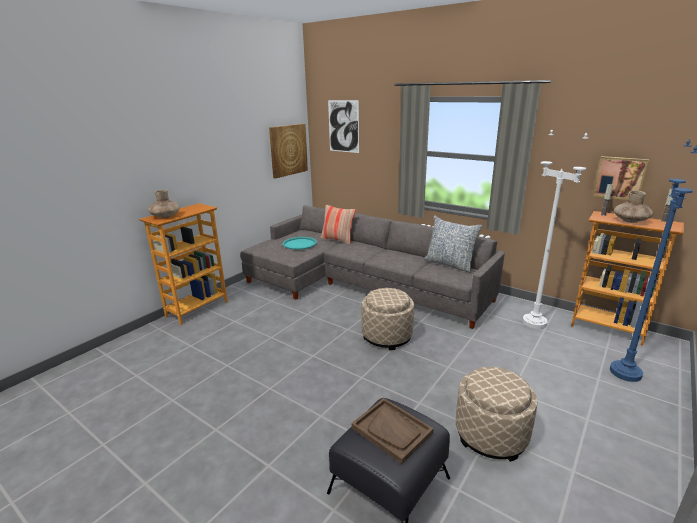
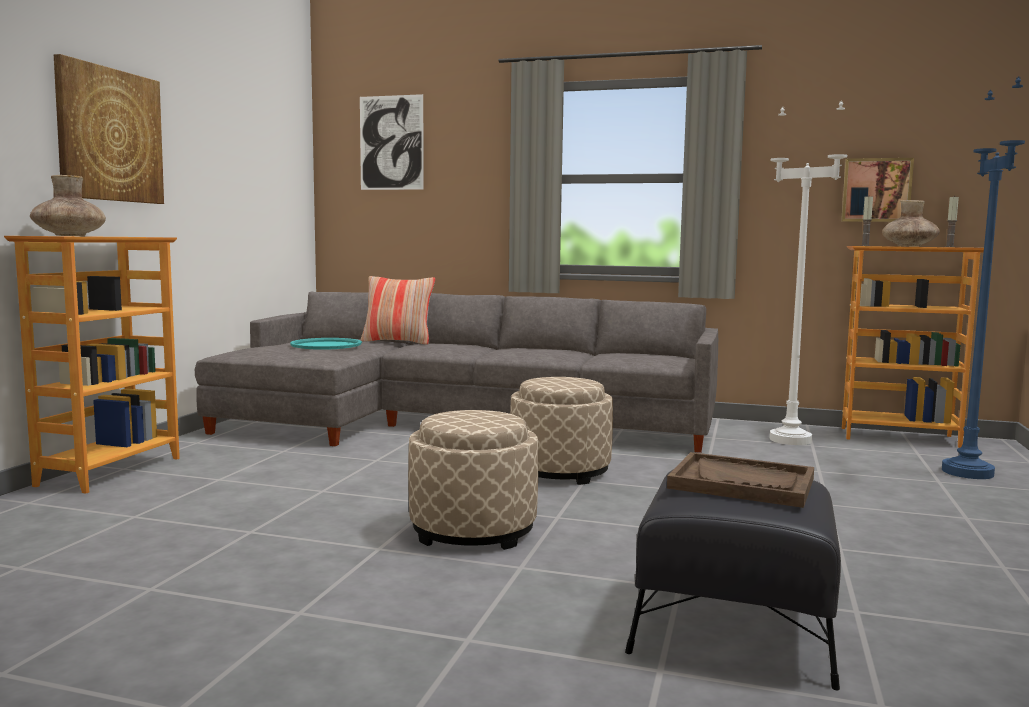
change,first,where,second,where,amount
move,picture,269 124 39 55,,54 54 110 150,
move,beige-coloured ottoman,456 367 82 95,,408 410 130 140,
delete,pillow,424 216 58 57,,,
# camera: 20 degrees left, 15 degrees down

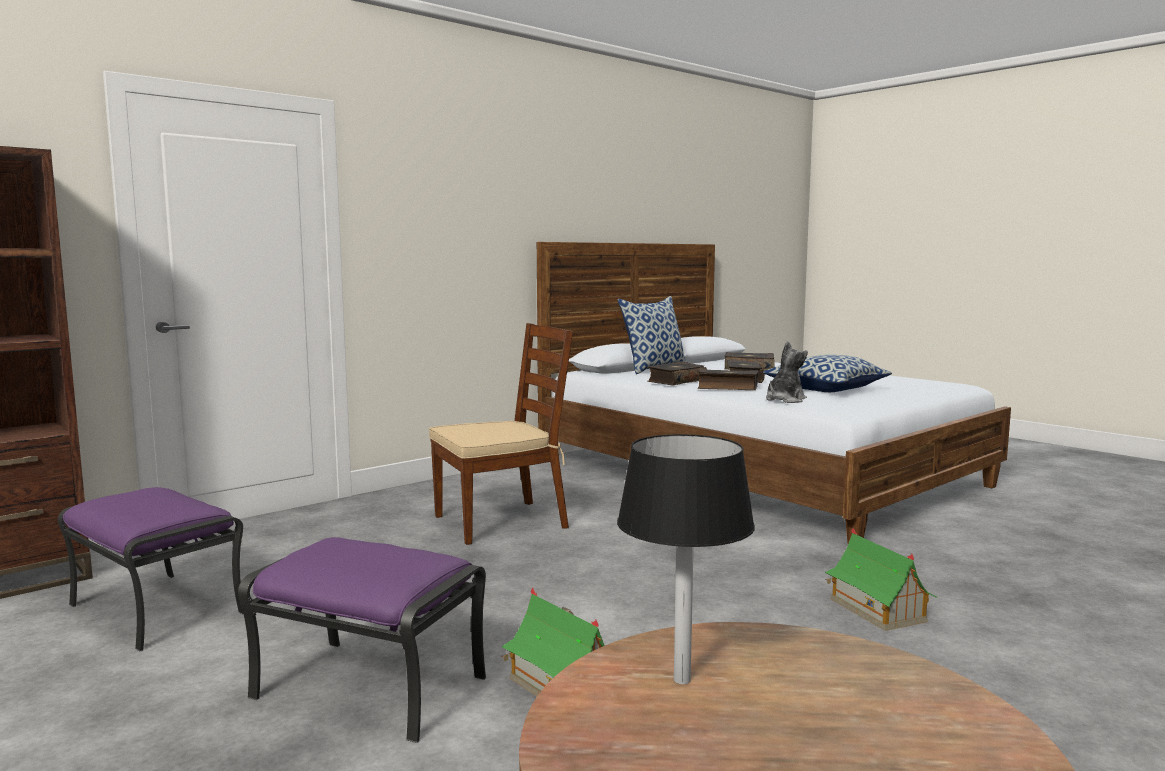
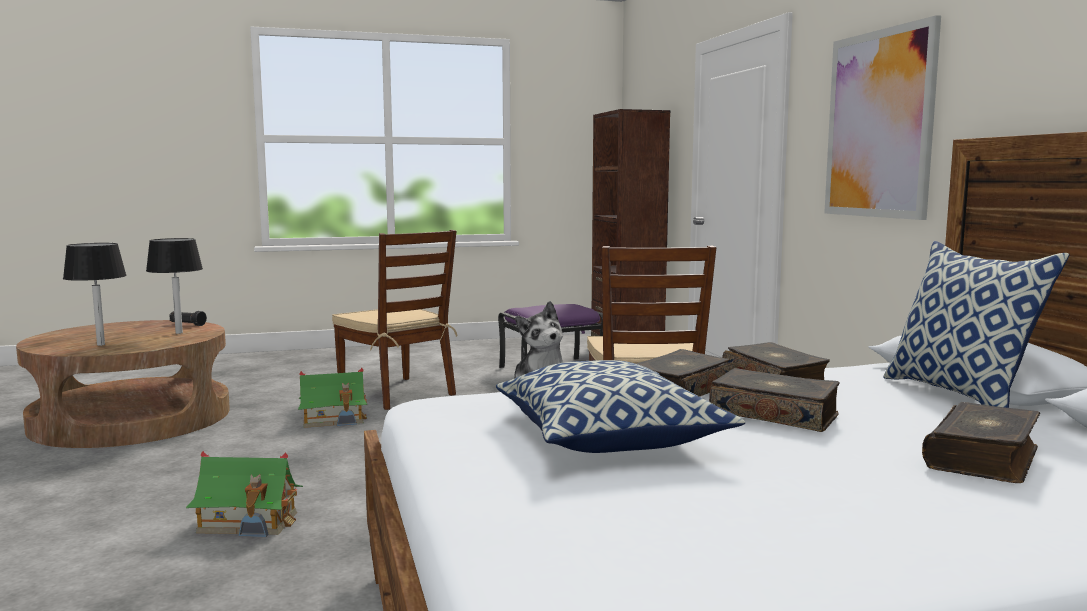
change,first,where,second,where,amount
insert,,,black-coloured tabletop lamp,63 243 64 103,
insert,,,black-coloured hand torch,169 311 38 15,
replace,purple-coloured ottoman,238 537 248 206,brown-coloured chair,332 230 126 180,
insert,,,picture,824 15 117 205,
# camera: 115 degrees right, 0 degrees up

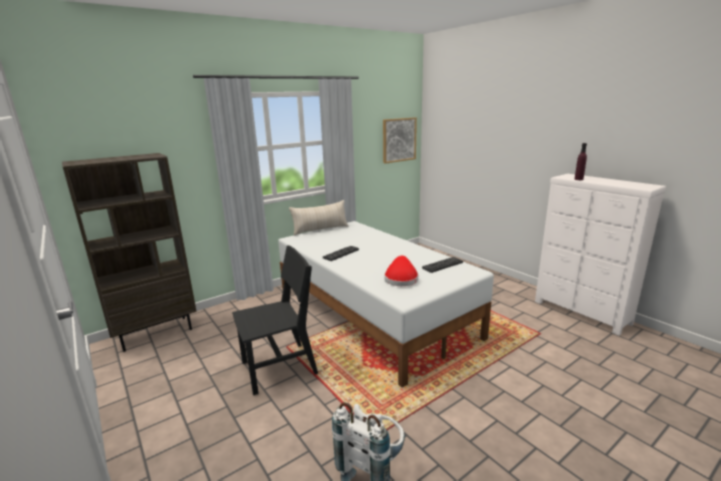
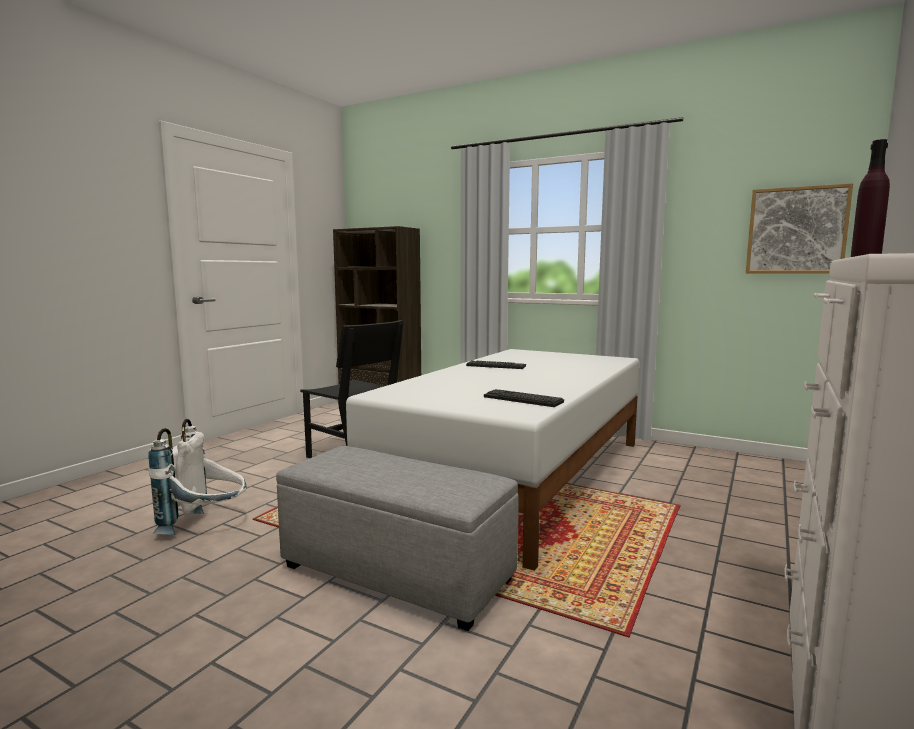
change,first,where,second,where,amount
insert,,,gray ottoman,276 446 243 185,
delete,beige-coloured pillow,289 200 59 35,,,
delete,red wearable hat,384 256 34 30,,,
# camera: 65 degrees right, 10 degrees down

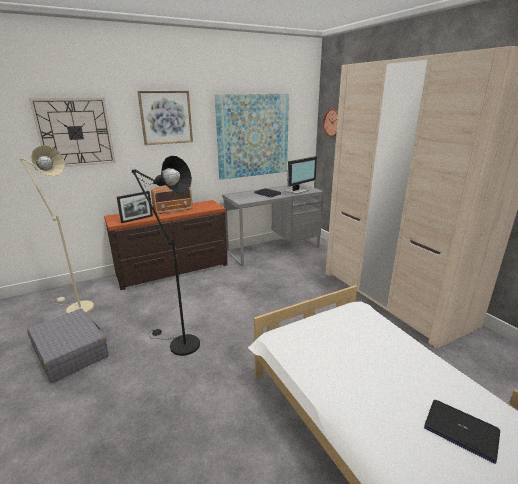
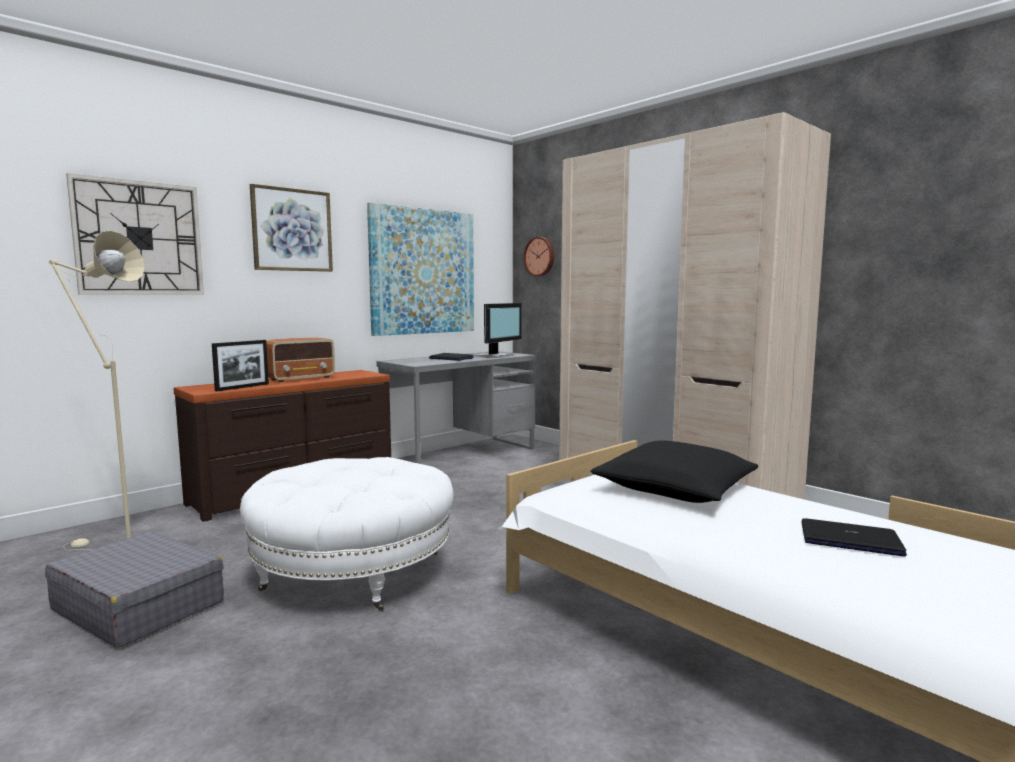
change,first,where,second,where,amount
replace,black-coloured standing lamp,132 156 68 200,whitish ottoman,240 457 214 154,
insert,,,black-coloured pillow,591 440 167 63,
# camera: 15 degrees left, 15 degrees down

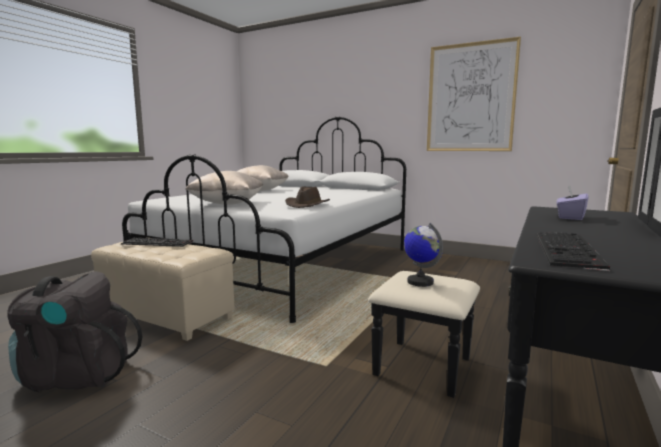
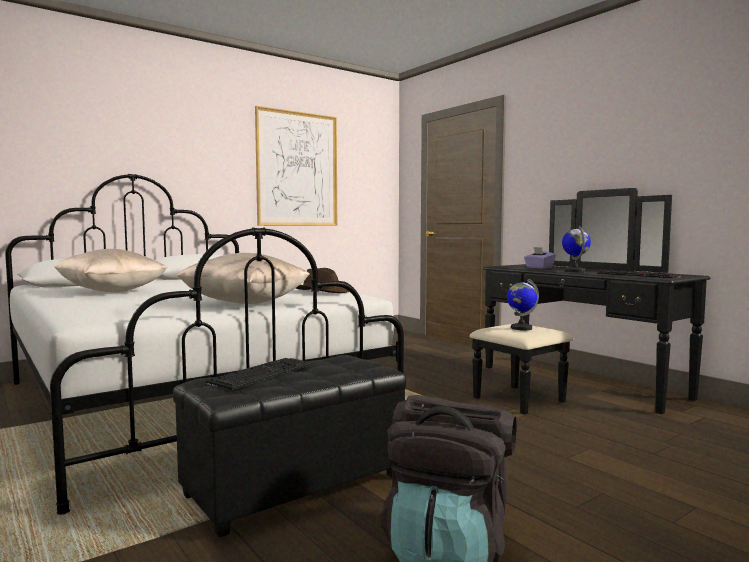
change,first,where,second,where,amount
recolor,beige-coloured ottoman,91 242 144 99,black-coloured ottoman,173 355 233 182,
insert,,,world globe,562 225 29 47,
# camera: 65 degrees left, 5 degrees down

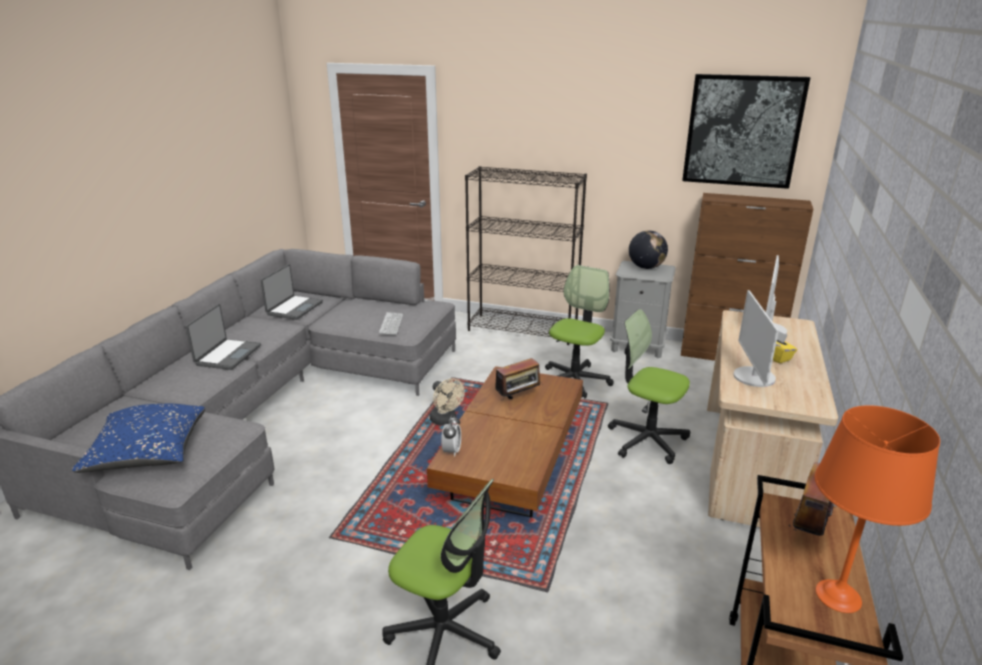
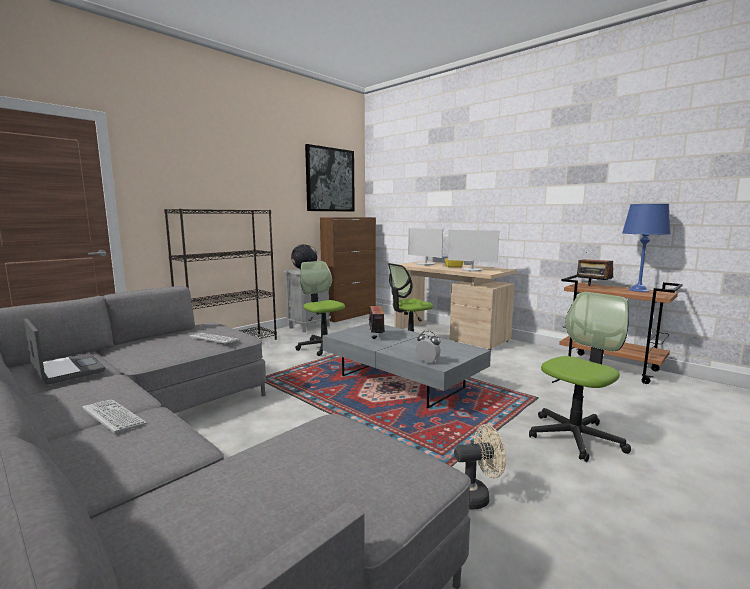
change,first,where,second,where,amount
replace,laptop,186 304 75 66,computer keyboard,83 400 64 34,
recolor,brown-coloured coffee table,427 366 156 151,gray coffee table,323 323 168 85,
move,beige-coloured fan,430 378 35 47,,454 424 52 86,
recolor,orange-coloured tabletop lamp,815 405 125 208,blue-coloured tabletop lamp,622 204 49 88,
delete,blue-coloured pillow,72 403 133 70,,,
# camera: 65 degrees left, 15 degrees down

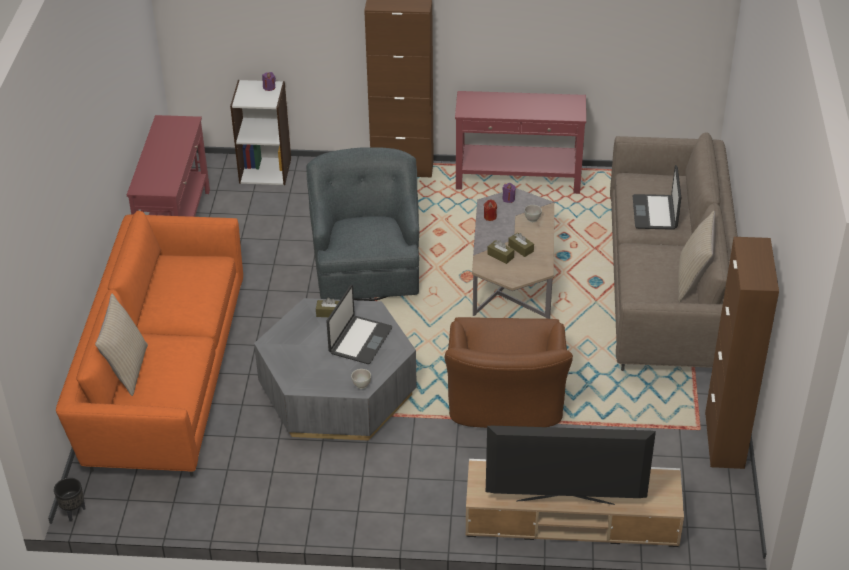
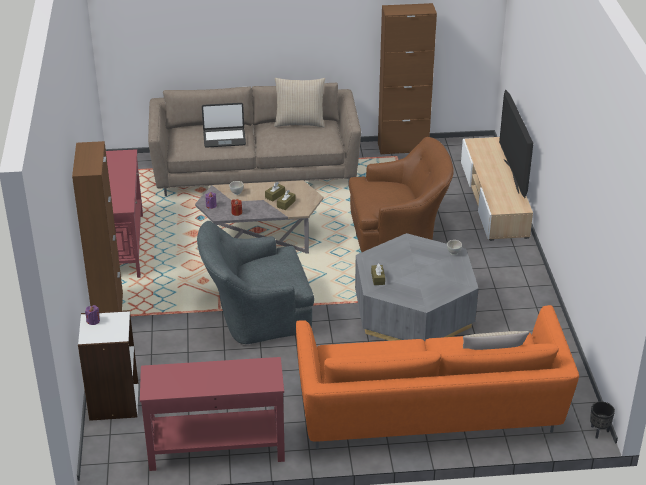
change,first,where,second,where,amount
delete,laptop,327 285 65 79,,,
# camera: 100 degrees left, 5 degrees down

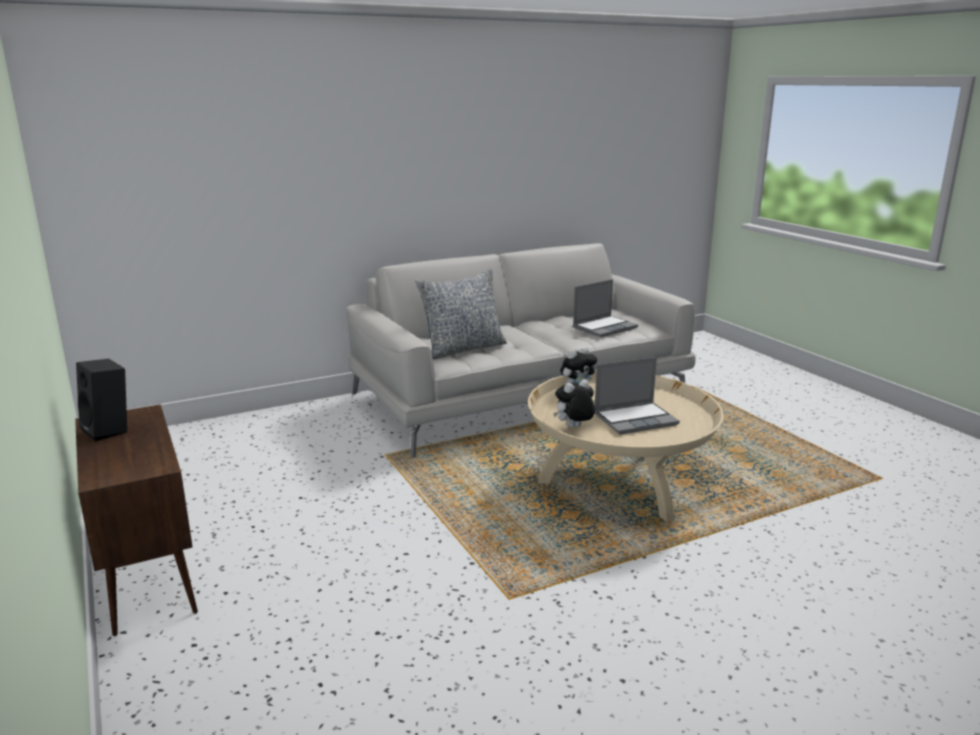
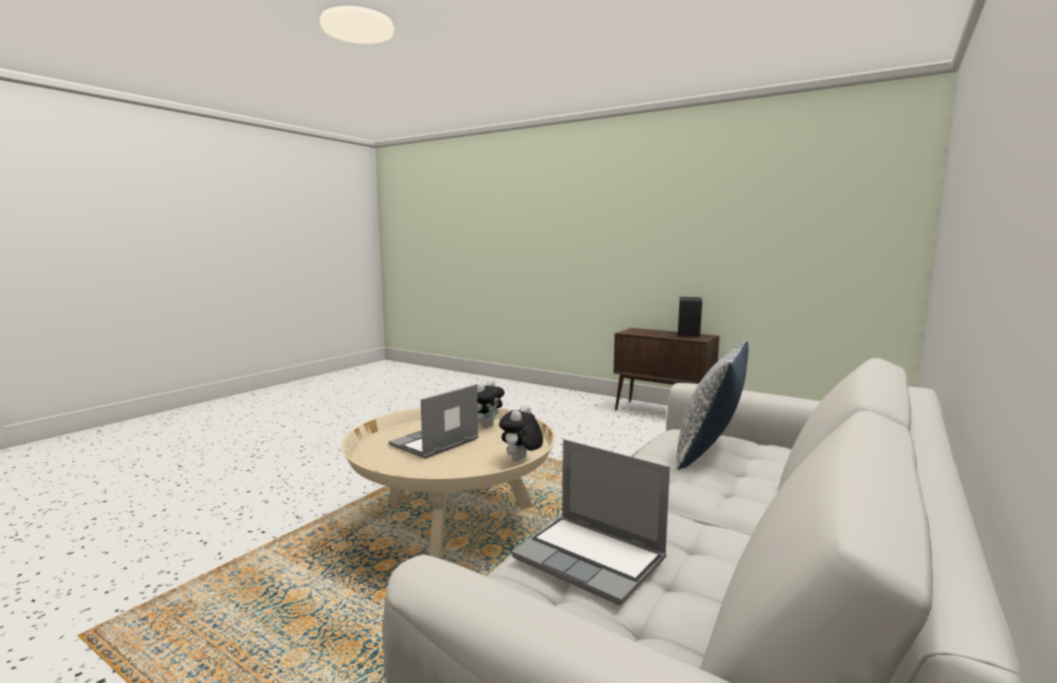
change,first,where,second,where,amount
rotate,laptop,573 279 65 58,,512 439 158 166,75 degrees counterclockwise
# camera: 150 degrees right, 10 degrees down

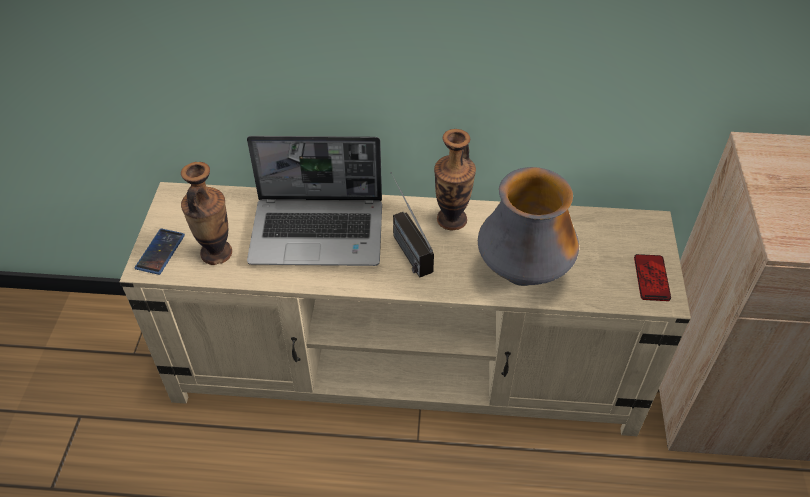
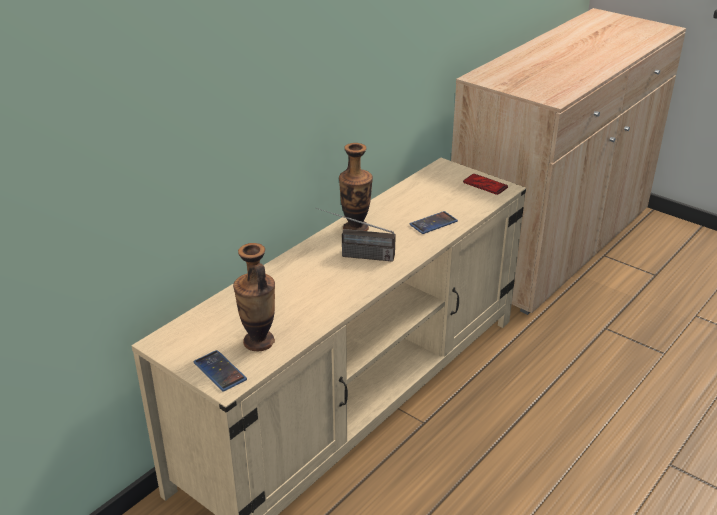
change,first,where,second,where,amount
replace,flower vase,478 167 101 119,phone,410 211 48 23,
delete,laptop,247 136 135 130,,,
# camera: 55 degrees left, 15 degrees down

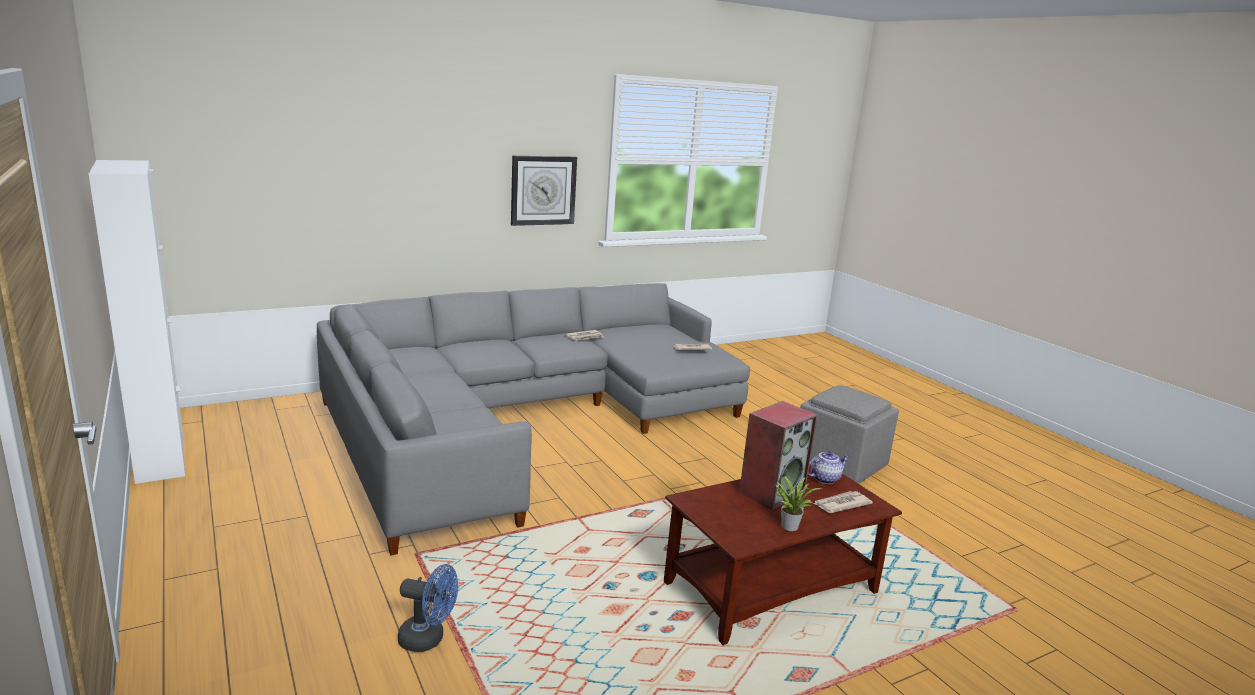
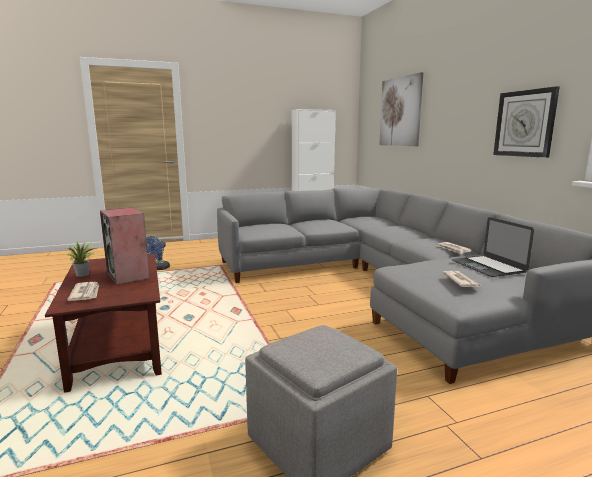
change,first,where,second,where,amount
insert,,,picture,379 72 45 74,
insert,,,laptop,452 217 82 60,
delete,pot for tea,808 451 42 33,,,
# camera: 100 degrees right, 5 degrees down

